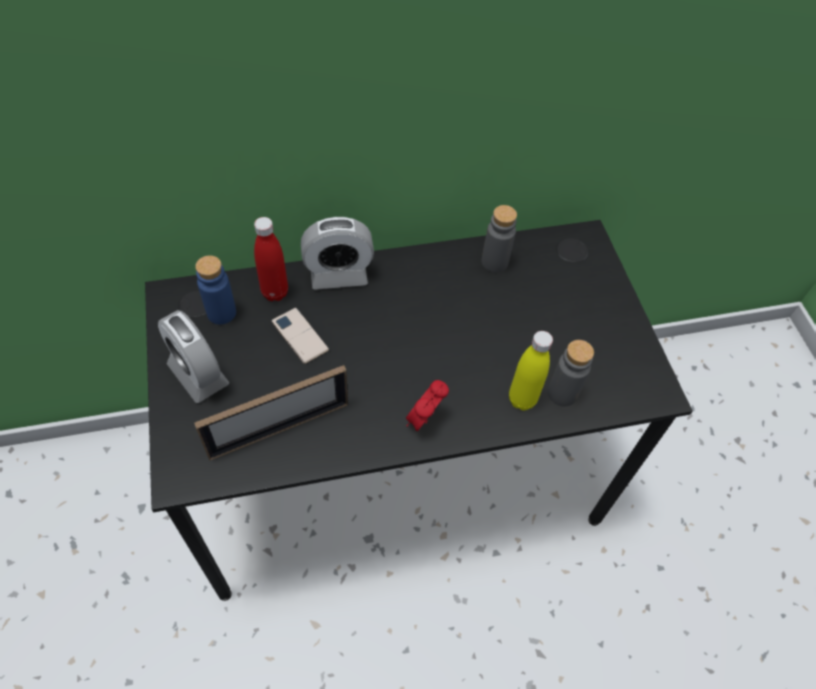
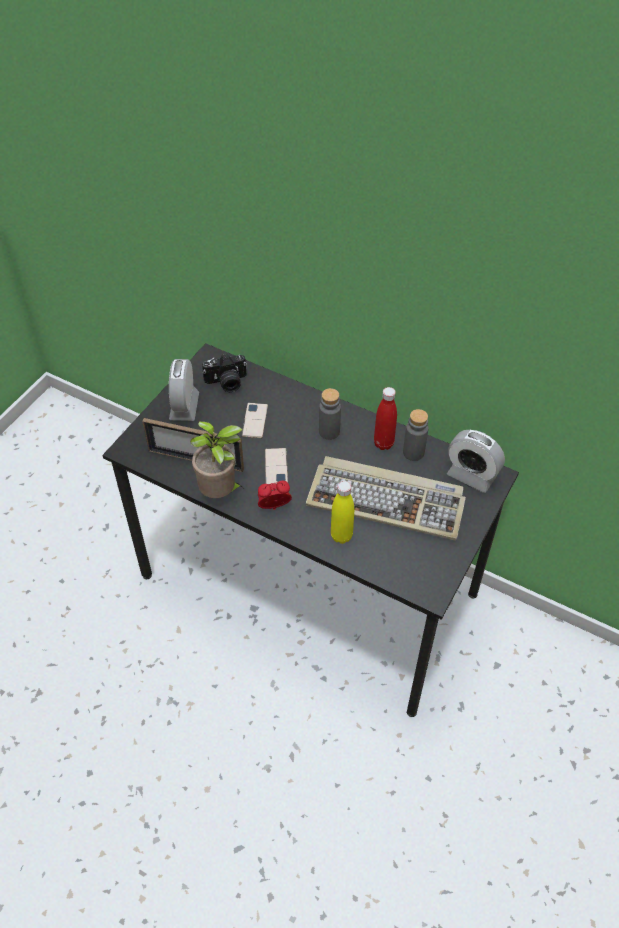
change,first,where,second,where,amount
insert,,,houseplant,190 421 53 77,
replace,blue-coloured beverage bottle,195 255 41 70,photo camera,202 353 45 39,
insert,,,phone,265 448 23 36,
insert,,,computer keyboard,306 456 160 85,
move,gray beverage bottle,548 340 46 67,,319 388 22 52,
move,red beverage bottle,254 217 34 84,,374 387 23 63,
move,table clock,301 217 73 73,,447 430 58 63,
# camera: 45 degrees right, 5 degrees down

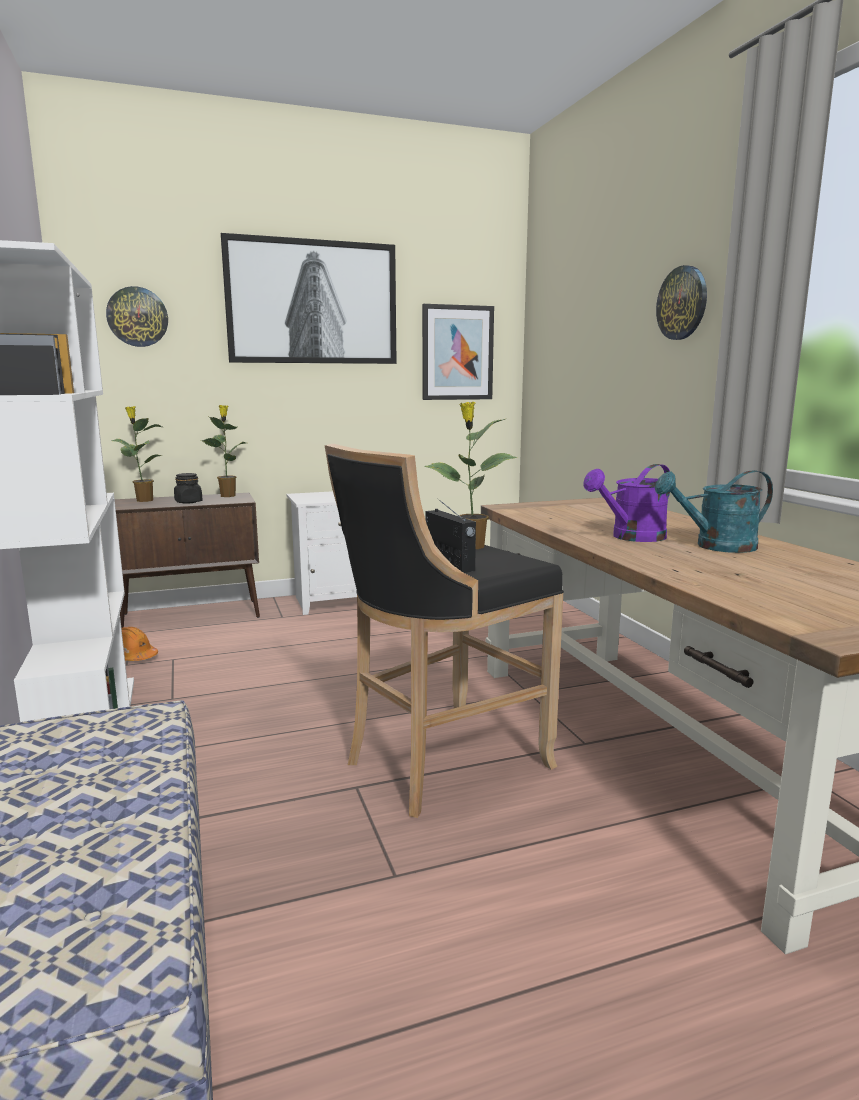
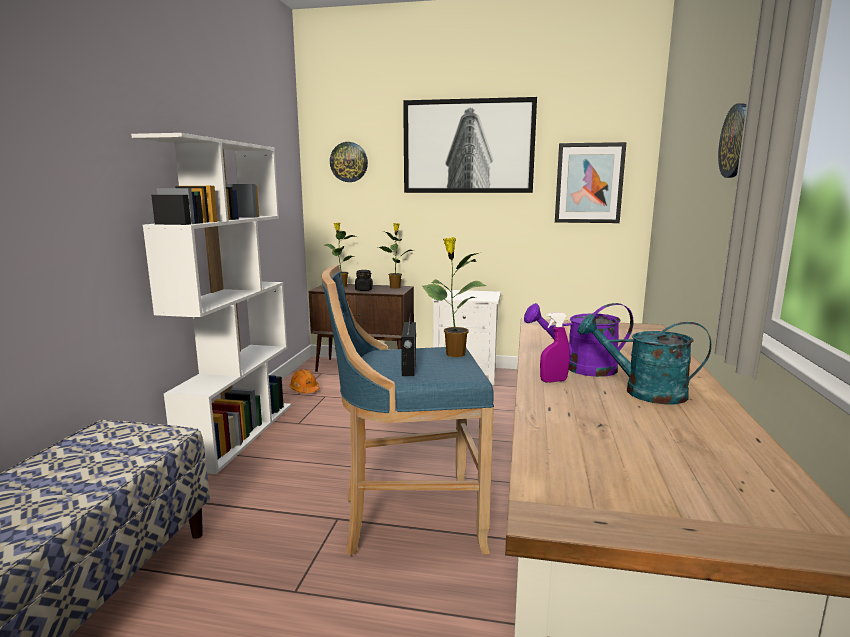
change,first,where,second,where,amount
recolor,black-coloured stool seat,324 444 240 374,blue-coloured stool seat,321 265 173 291,
insert,,,purple-coloured spray bottle,540 312 30 70,
# camera: 30 degrees right, 0 degrees up

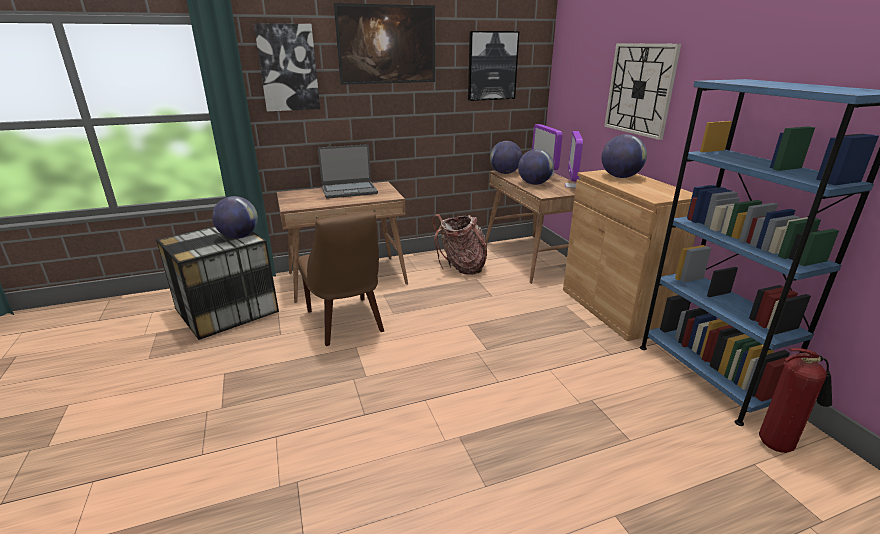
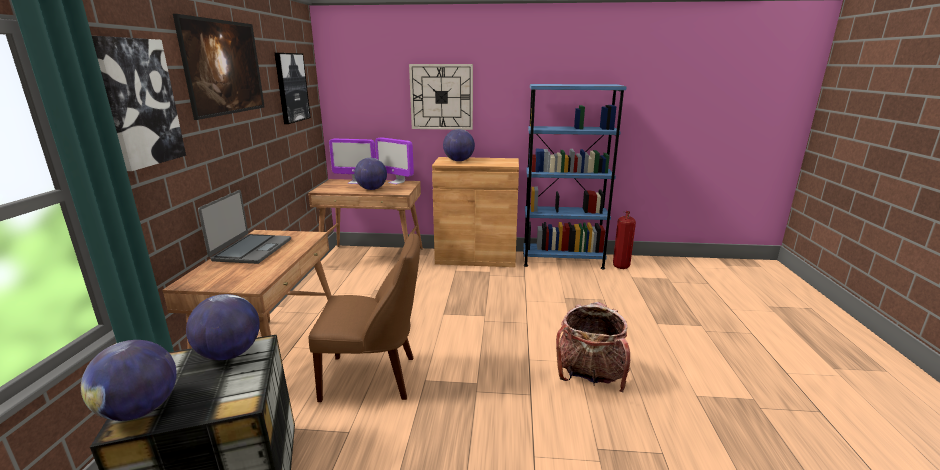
change,first,where,second,where,amount
move,world globe,490 141 32 33,,81 340 96 81,
move,knapsack,433 214 54 61,,556 302 74 91,
# camera: 65 degrees left, 5 degrees down

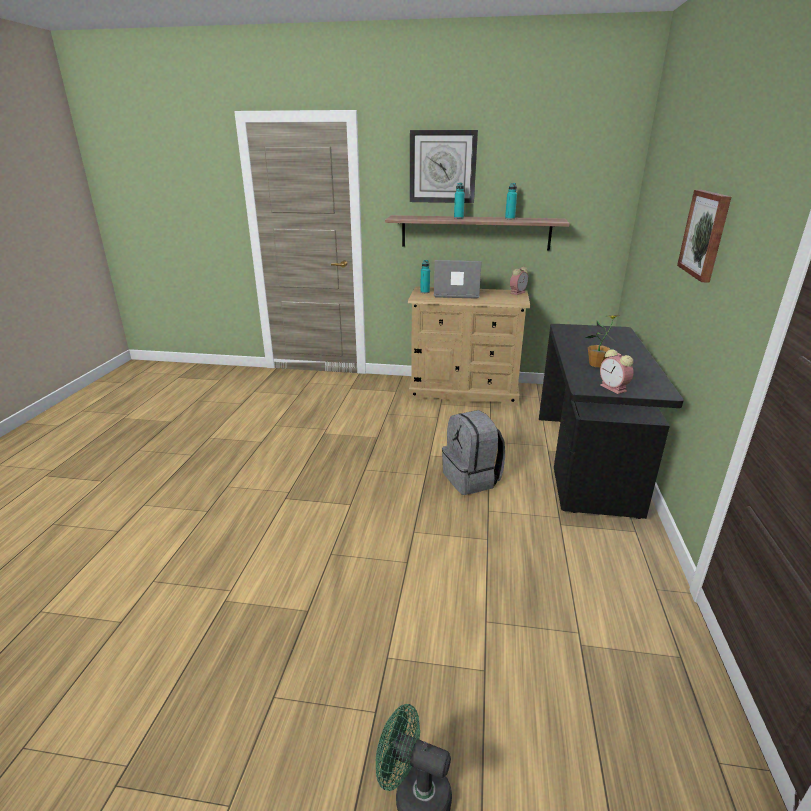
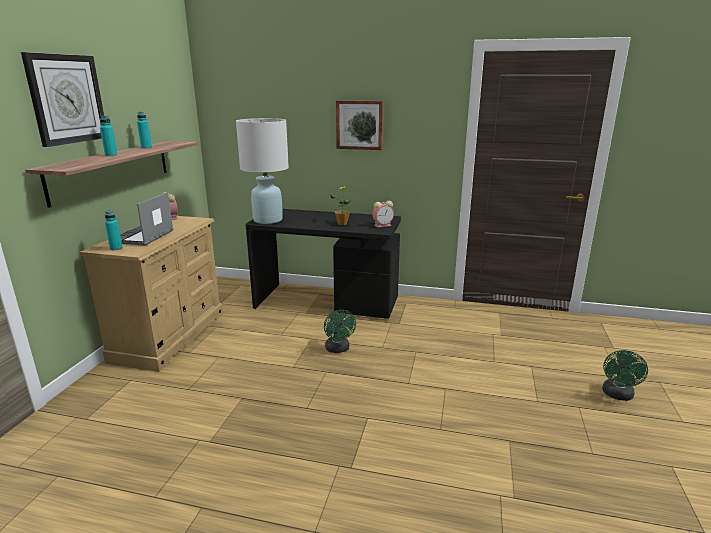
change,first,where,second,where,amount
insert,,,whitish tabletop lamp,236 118 53 106,
replace,gray knapsack,442 410 63 85,green-coloured fan,324 310 32 43,
# camera: 85 degrees left, 5 degrees down

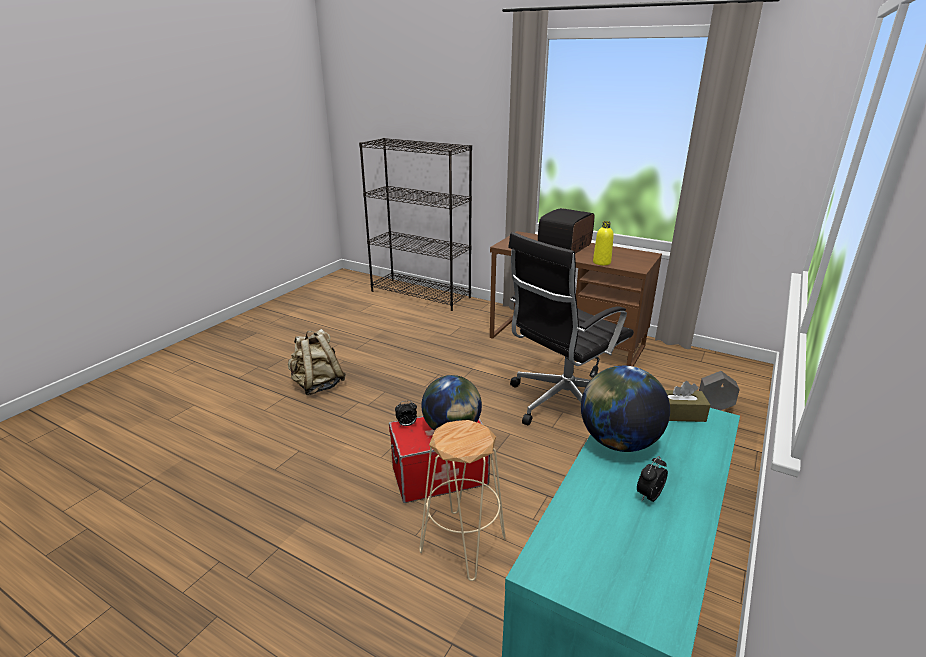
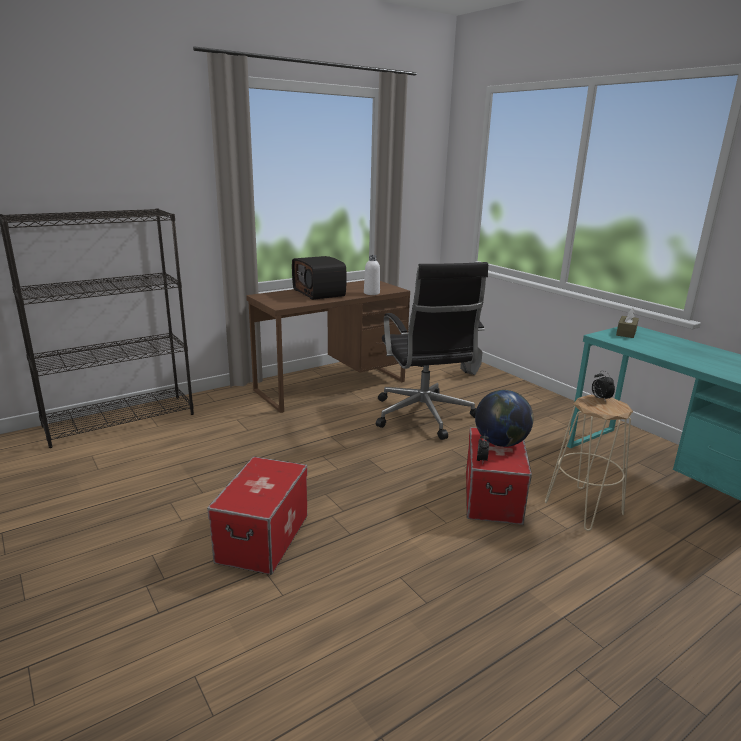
change,first,where,second,where,amount
replace,beige-coloured knapsack,288 329 58 66,storage box,207 456 100 119,
recolor,yellowish beverage bottle,593 221 21 44,whitish beverage bottle,364 255 16 40,
move,table clock,637 456 31 46,,592 371 23 31,
delete,world globe,581 366 89 86,,,
# camera: 65 degrees left, 5 degrees down

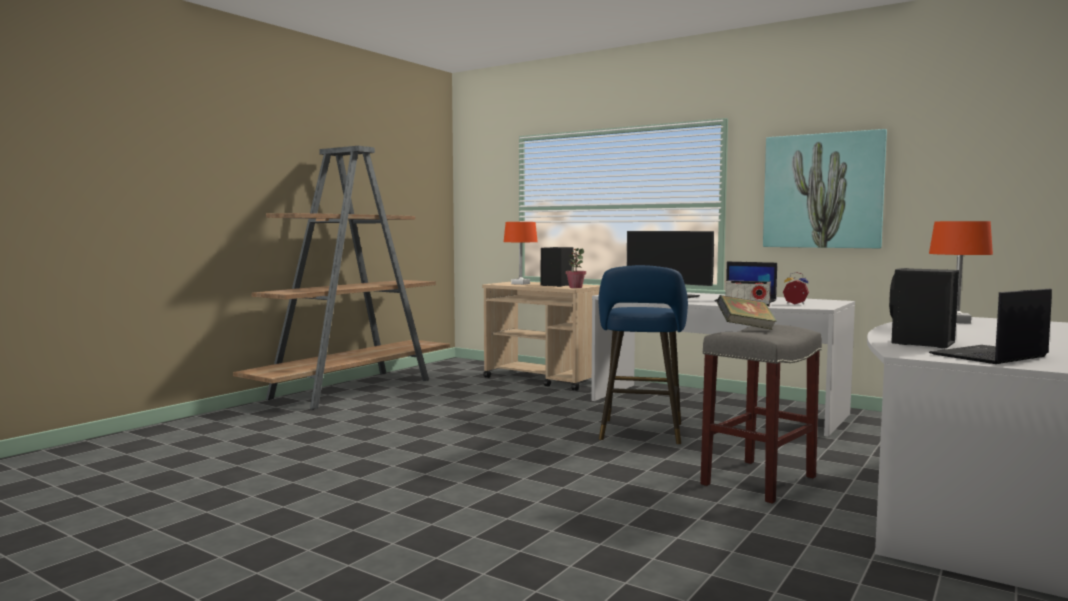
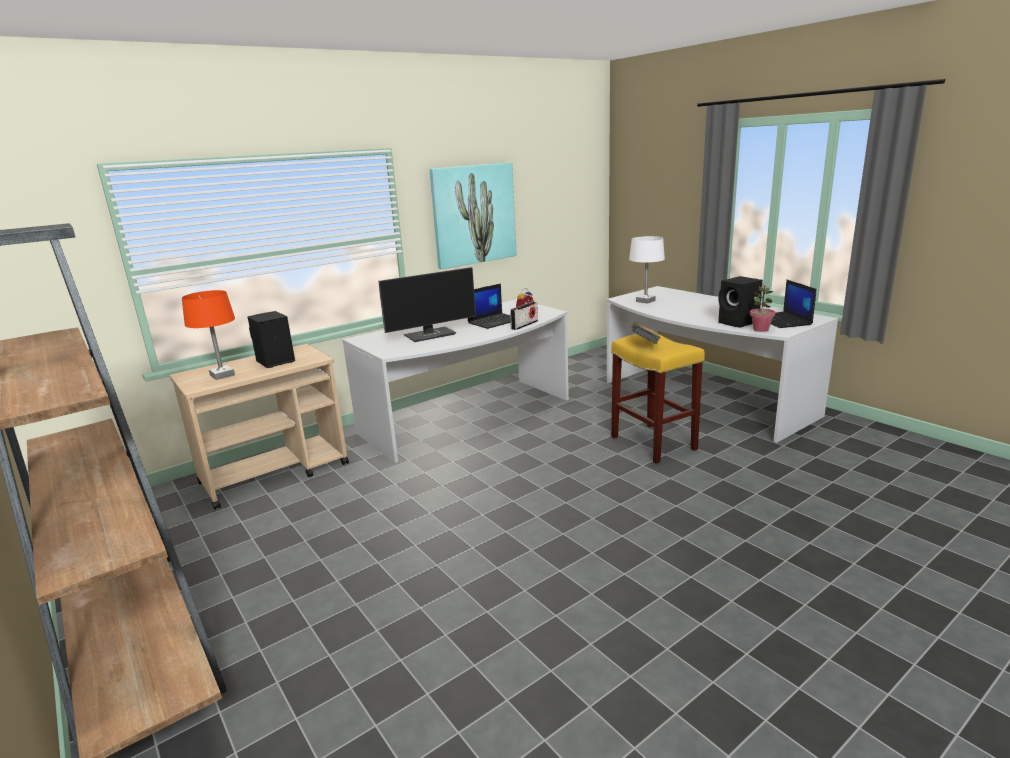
change,first,where,second,where,amount
recolor,gray stool seat,700 324 122 180,yellowish stool seat,611 334 94 130,
recolor,orange-coloured tabletop lamp,929 221 64 103,whitish tabletop lamp,629 236 36 68,
move,houseplant,565 248 21 40,,750 284 26 48,
delete,blue-coloured stool seat,599 265 89 179,,,
# camera: 70 degrees left, 15 degrees up

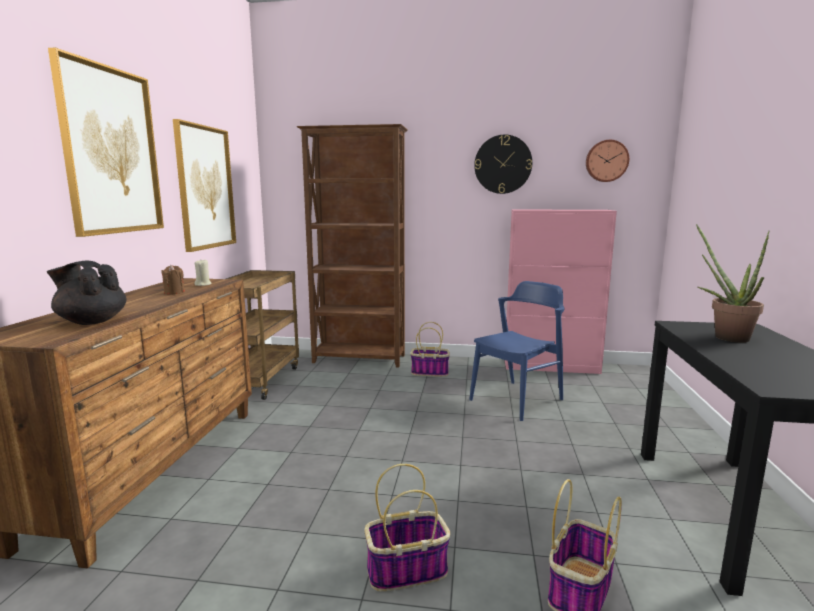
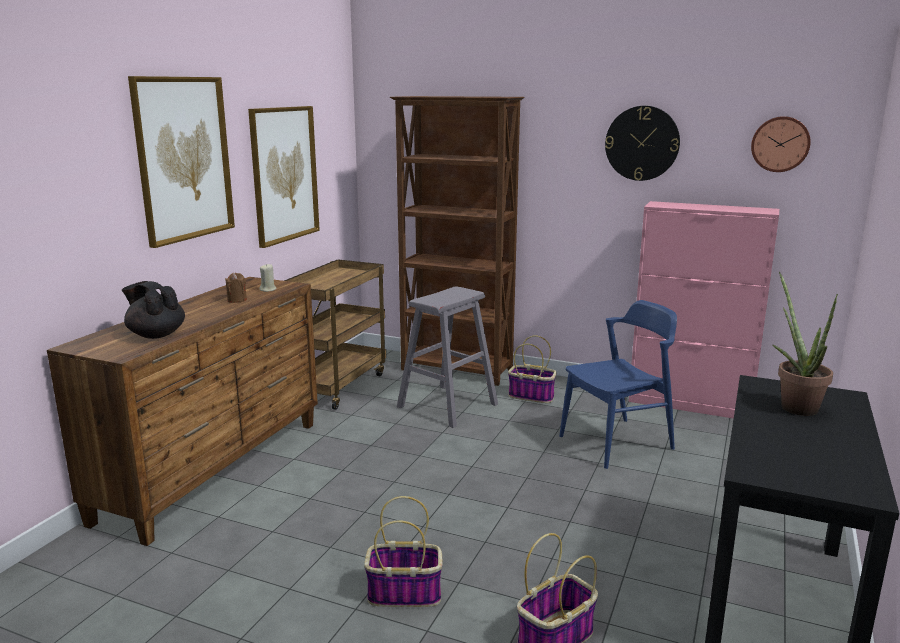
change,first,where,second,where,amount
insert,,,gray stool seat,397 287 101 141,
# camera: 15 degrees right, 5 degrees up

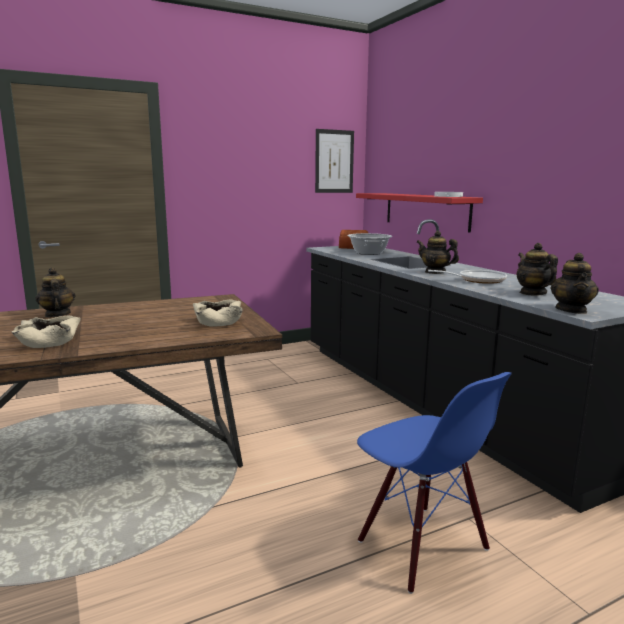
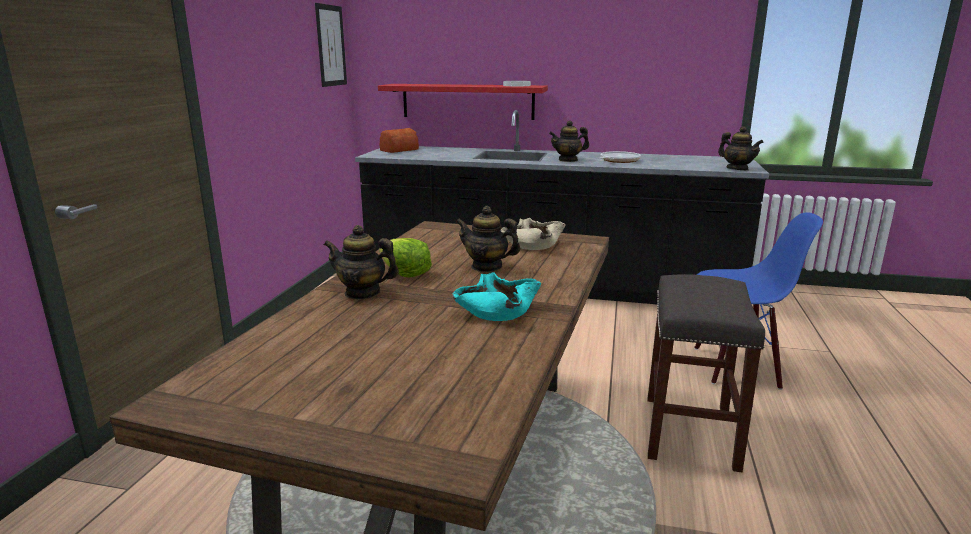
change,first,where,second,where,amount
insert,,,lettuce,379 238 53 40,
recolor,beige-coloured bowl,11 316 70 32,blue-green bowl,452 272 89 49,
move,pot for tea,517 243 41 53,,456 206 65 66,
insert,,,gray stool seat,648 274 117 198,
delete,saucepot,347 233 45 22,,,
# camera: 50 degrees left, 5 degrees up

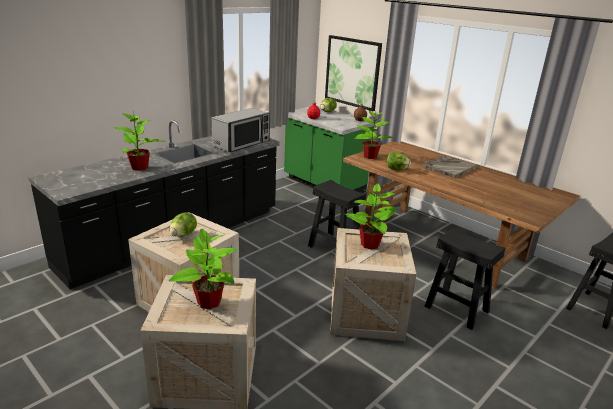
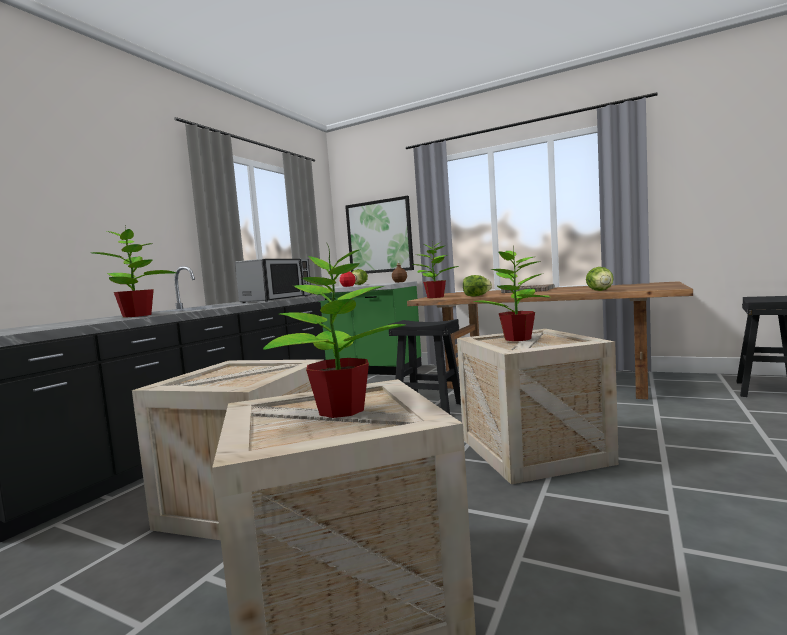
change,first,where,second,where,amount
move,lettuce,170 212 27 25,,586 267 28 24,
delete,black-coloured stool seat,425 228 80 102,,,
# camera: 15 degrees left, 20 degrees down

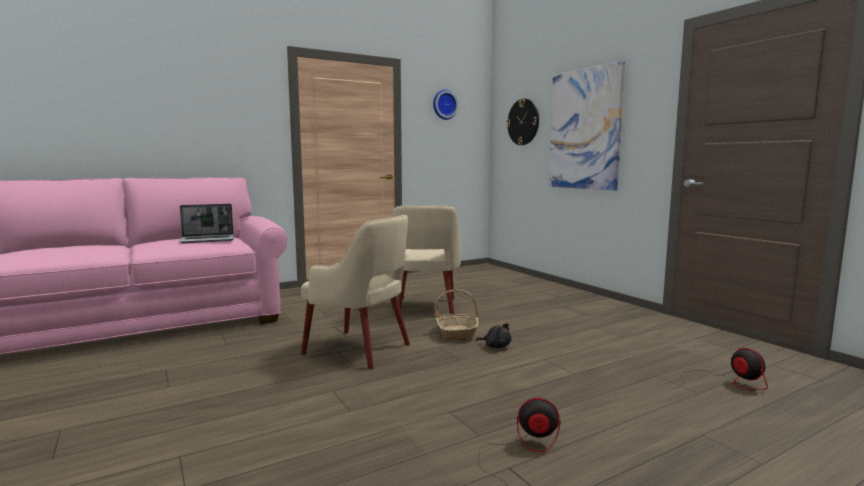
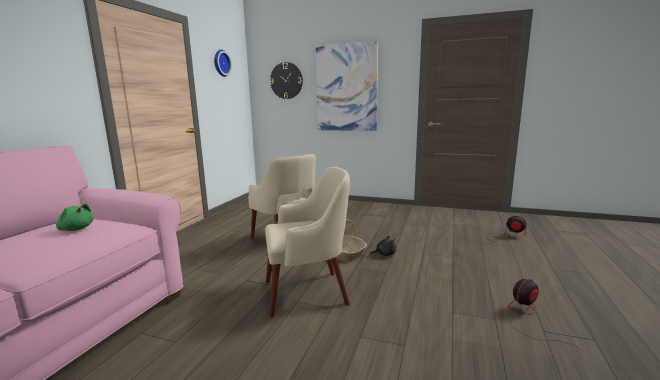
change,first,where,second,where,amount
replace,laptop,179 204 55 39,green-coloured soft toy,56 204 37 27,
# camera: 40 degrees left, 5 degrees up

